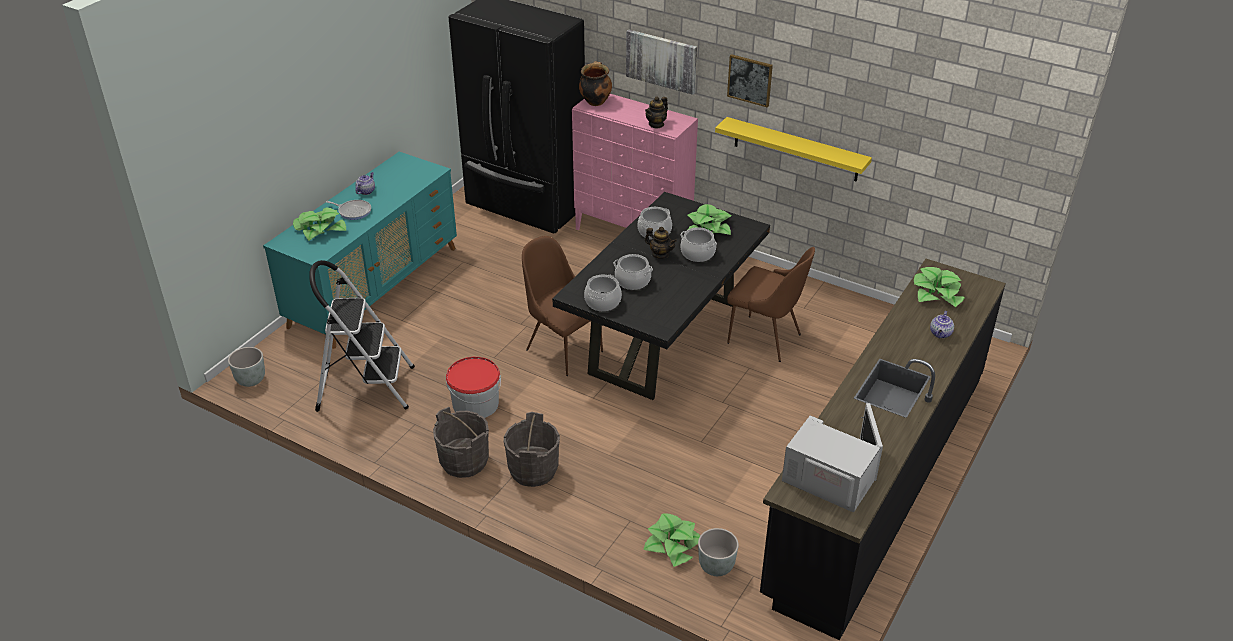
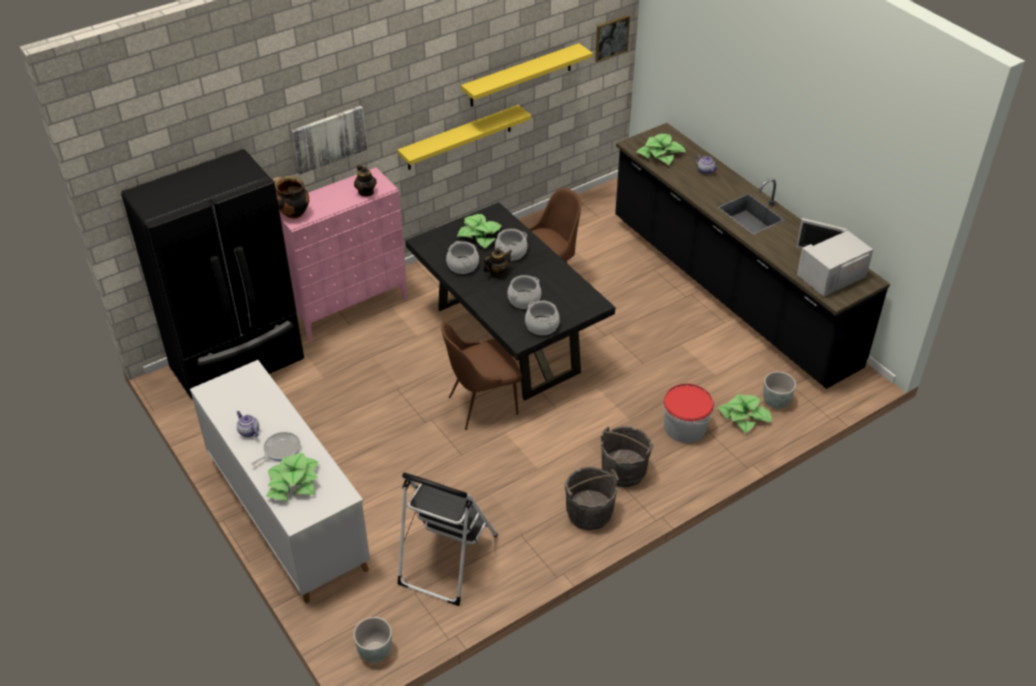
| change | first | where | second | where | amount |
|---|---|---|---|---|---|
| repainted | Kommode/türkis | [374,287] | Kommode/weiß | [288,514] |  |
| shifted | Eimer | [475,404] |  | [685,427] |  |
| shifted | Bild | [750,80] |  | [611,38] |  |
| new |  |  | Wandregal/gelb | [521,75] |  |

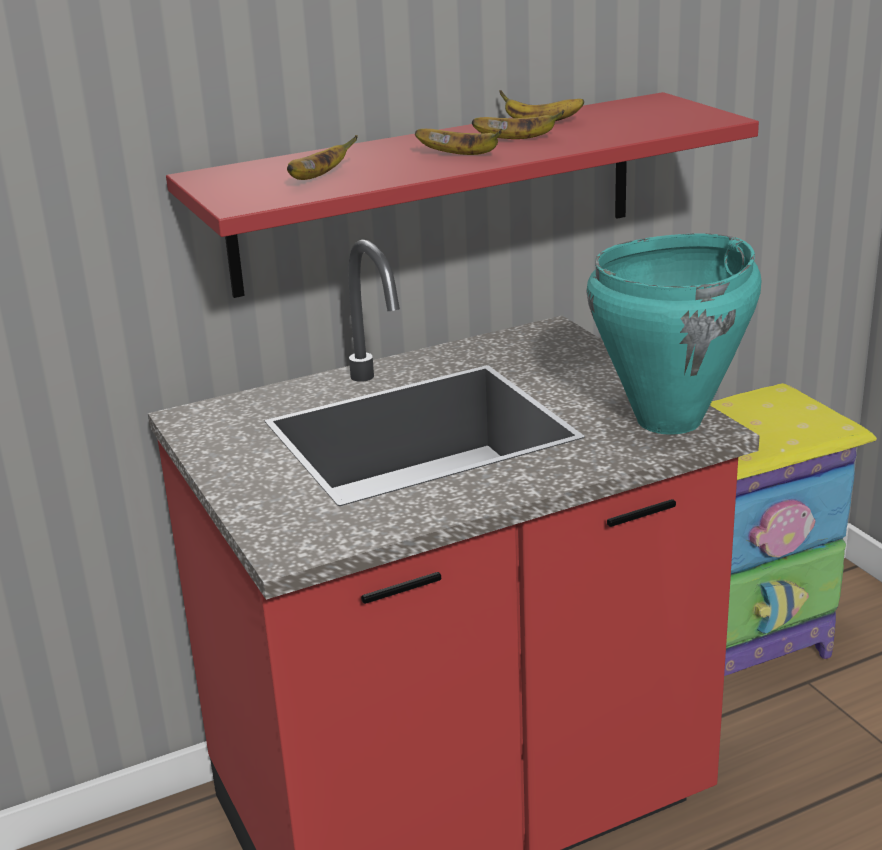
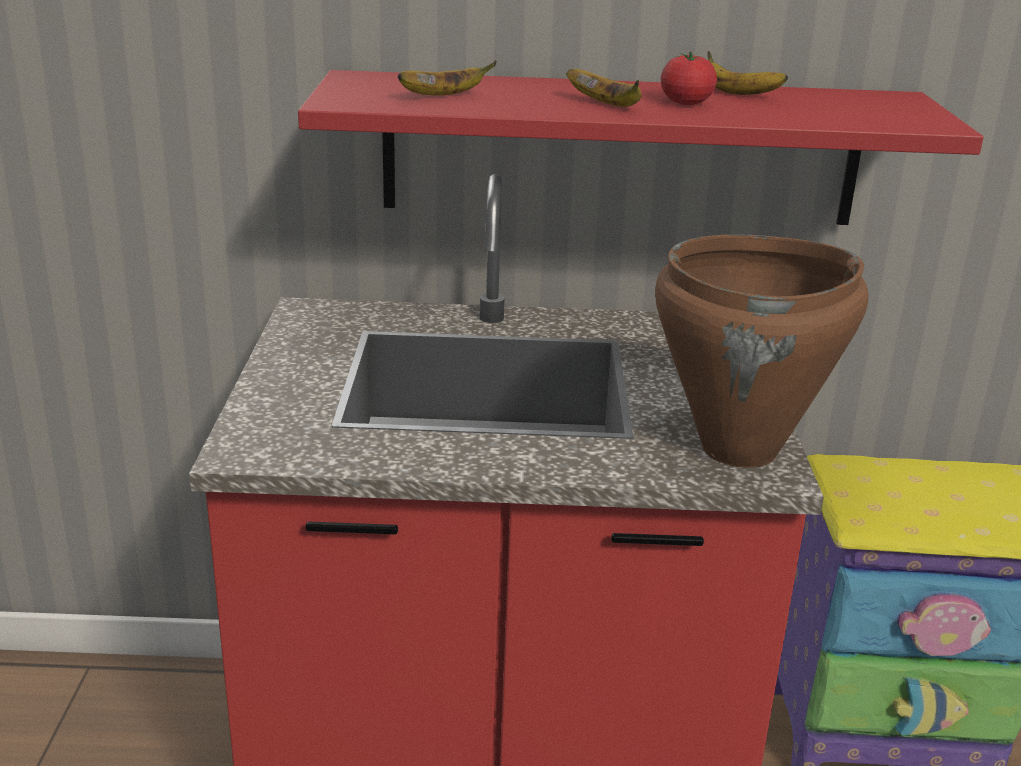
| change | first | where | second | where | amount |
|---|---|---|---|---|---|
| swapped | Banane | [517,140] | Tomate | [686,103] |  |
| repainted | Kochtopf/türkis | [670,420] | Kochtopf/braun | [740,450] |  |

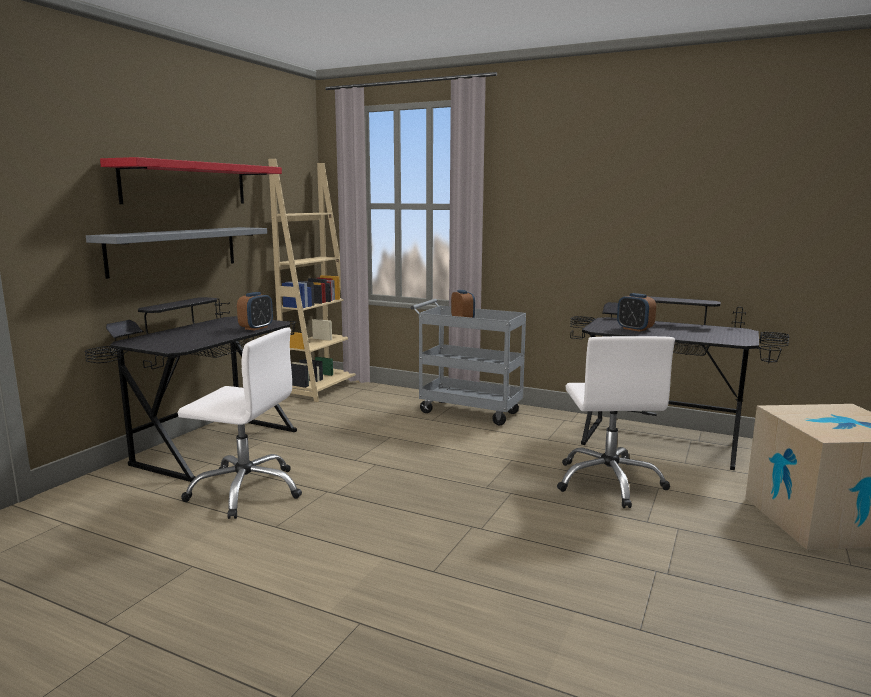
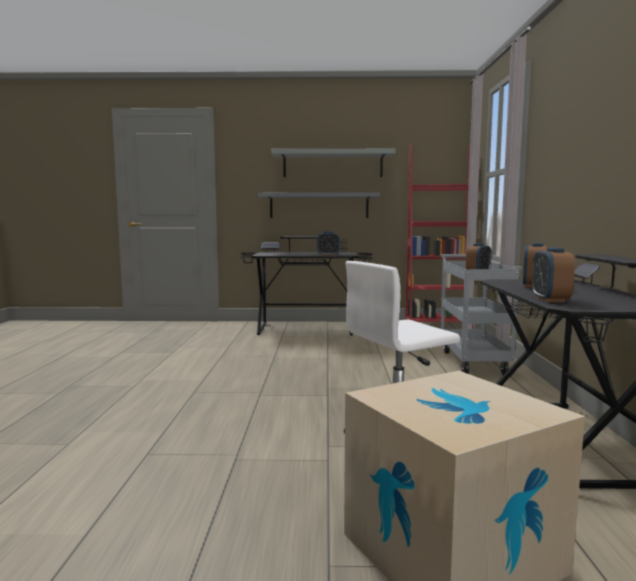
| change | first | where | second | where | amount |
|---|---|---|---|---|---|
| repainted | Wandregal/rot | [186,183] | Wandregal/grau | [332,164] |  |
| gone | Bürostuhl/weiß | [246,490] |  |  |  |
| repainted | Bücherregal/beige | [321,388] | Bücherregal/rot | [437,325] |  |
| new |  |  | Wecker | [550,299] |  |

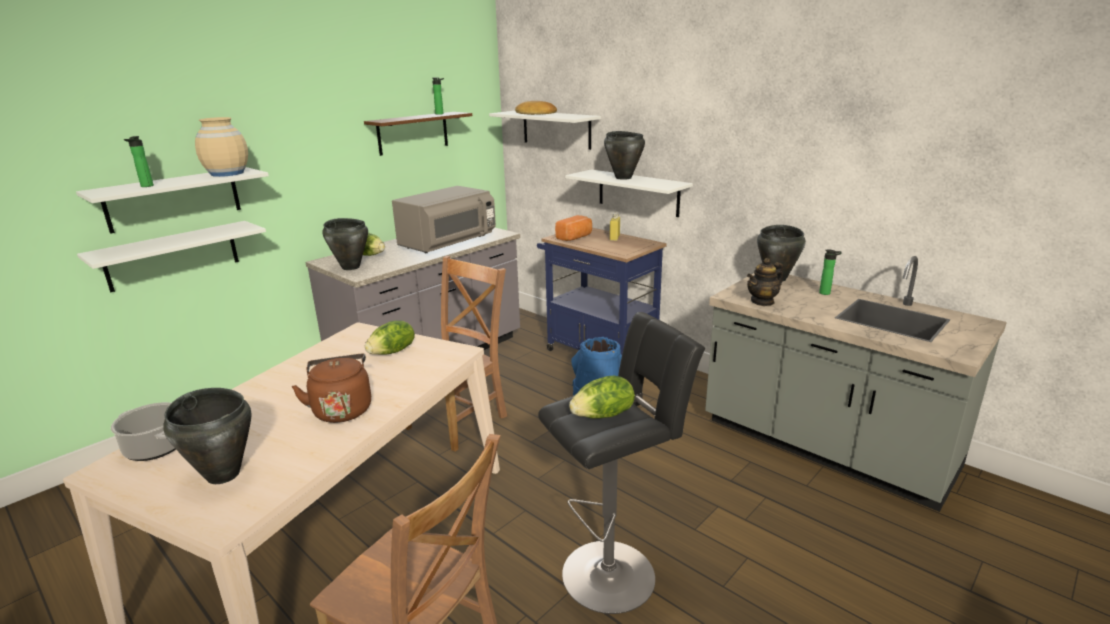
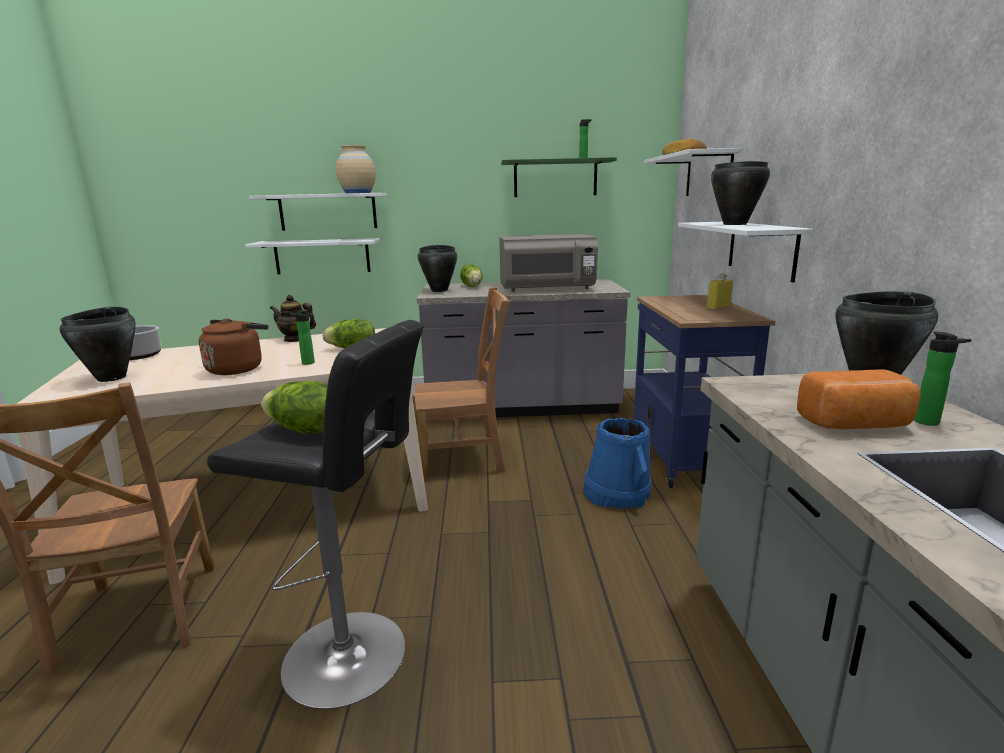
| change | first | where | second | where | amount |
|---|---|---|---|---|---|
| shifted | Flasche | [146,186] |  | [306,363] |  |
| repainted | Wandregal/braun | [413,133] | Wandregal/grün | [555,178] |  |
| shifted | Brot | [575,237] |  | [856,424] |  |
| shifted | Teekanne | [762,301] |  | [295,339] |  |

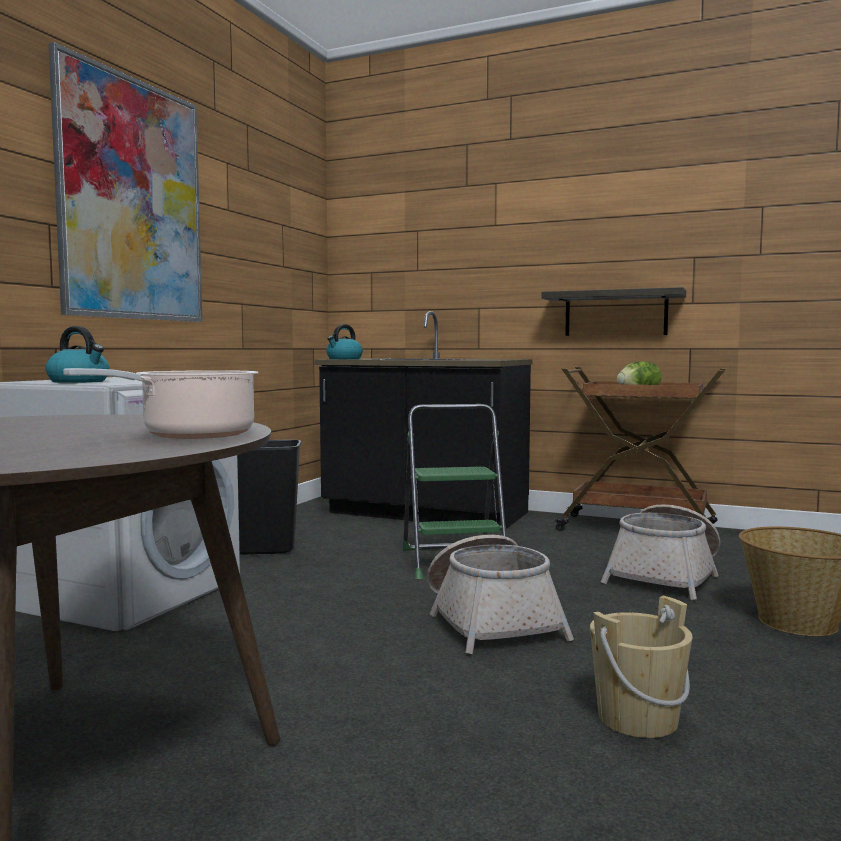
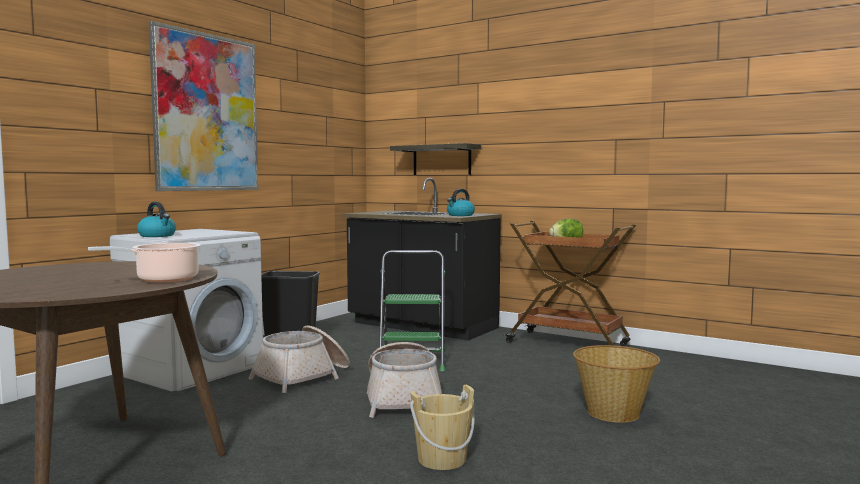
| change | first | where | second | where | amount |
|---|---|---|---|---|---|
| shifted | Wasserkessel | [344,359] |  | [460,215] |  |
| shifted | Wandregal | [615,314] |  | [441,160] |  |
| shifted | Korb | [665,576] |  | [304,376] |  |

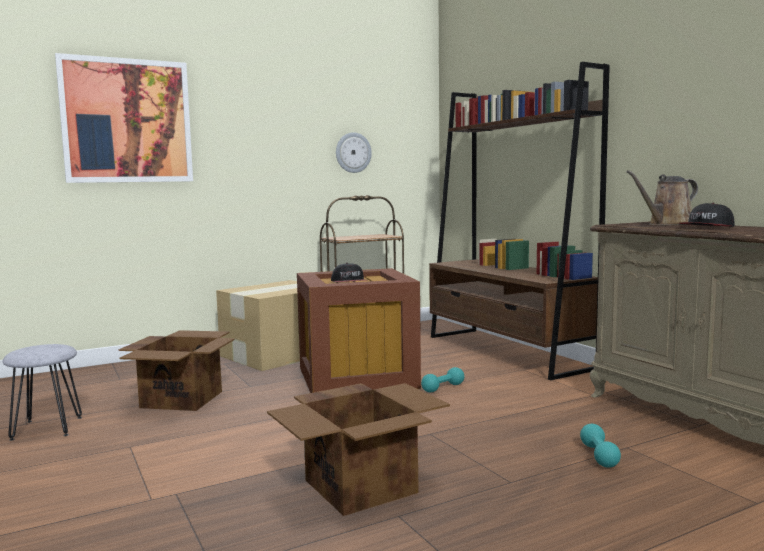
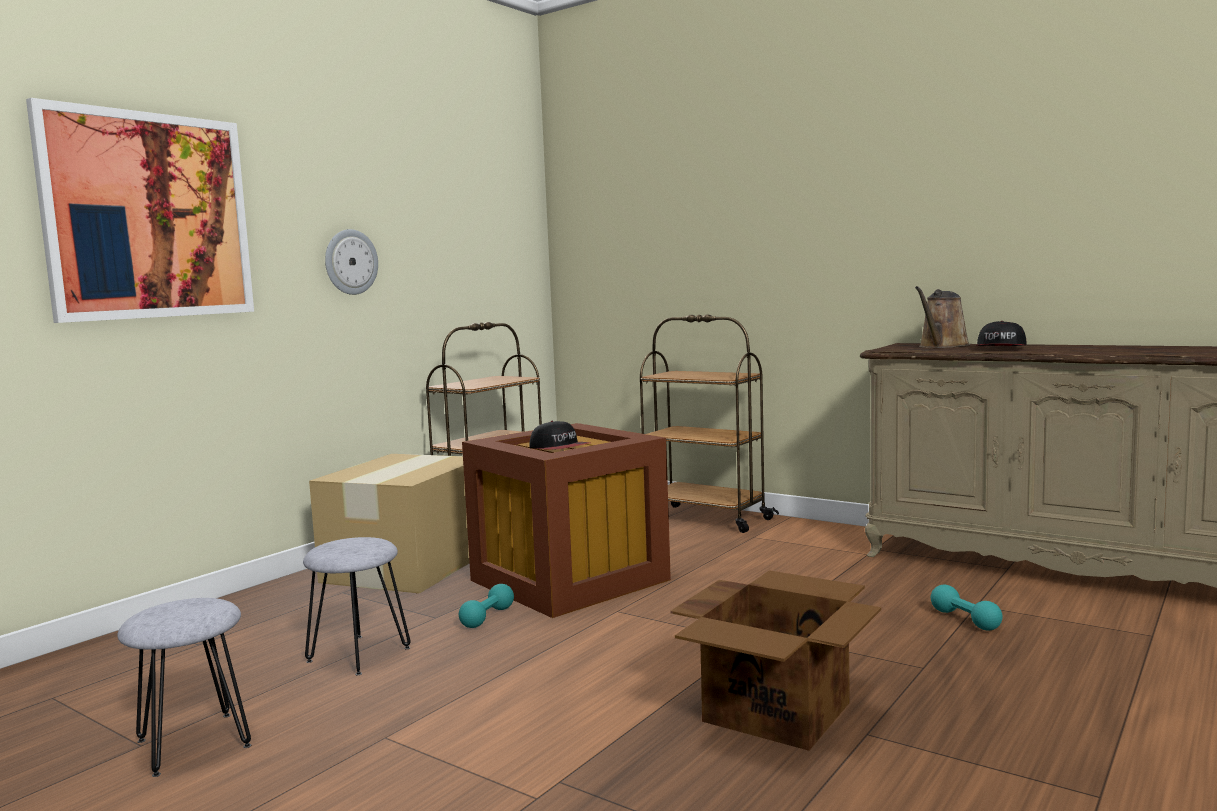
| change | first | where | second | where | amount |
|---|---|---|---|---|---|
| swapped | Karton | [183,399] | Hocker/grau | [359,654] |  |
| shifted | Wanduhr | [353,152] |  | [350,262] |  |
| shifted | Hantel/türkis | [443,388] |  | [487,617] |  |
| swapped | Bücherregal/braun | [507,352] | Rollwagen/braun | [705,518] |  |

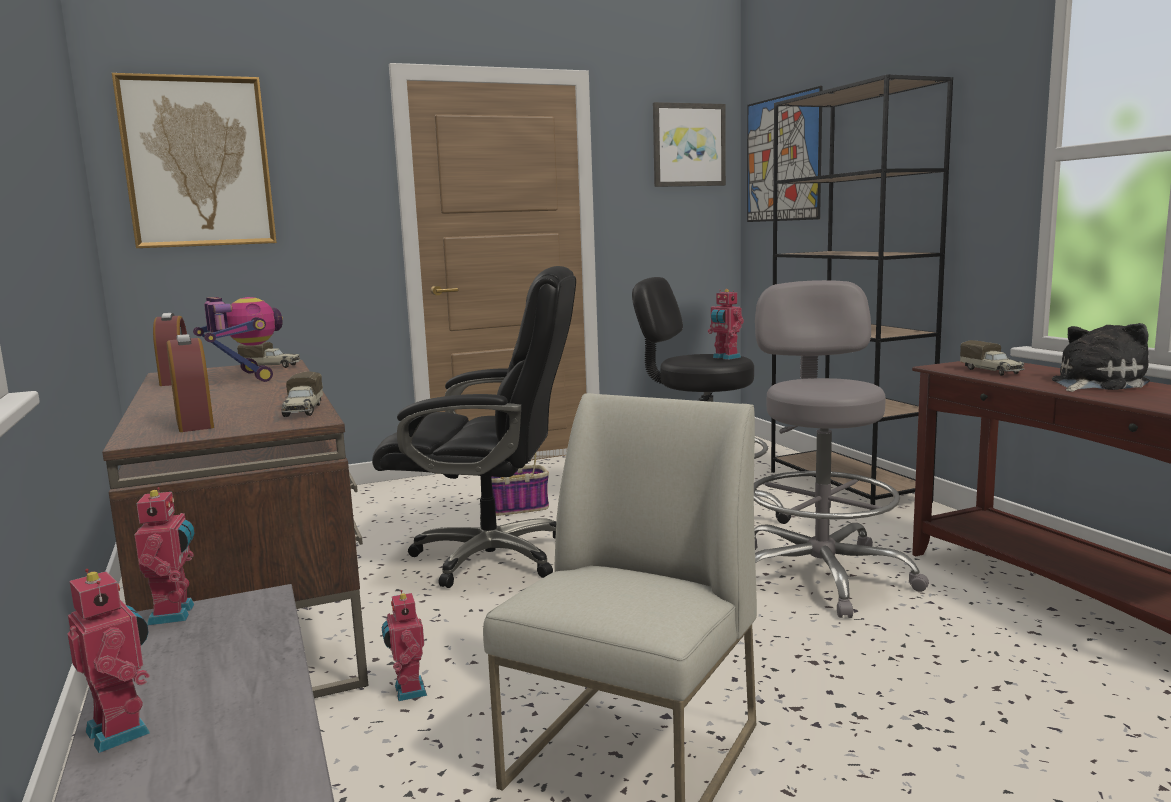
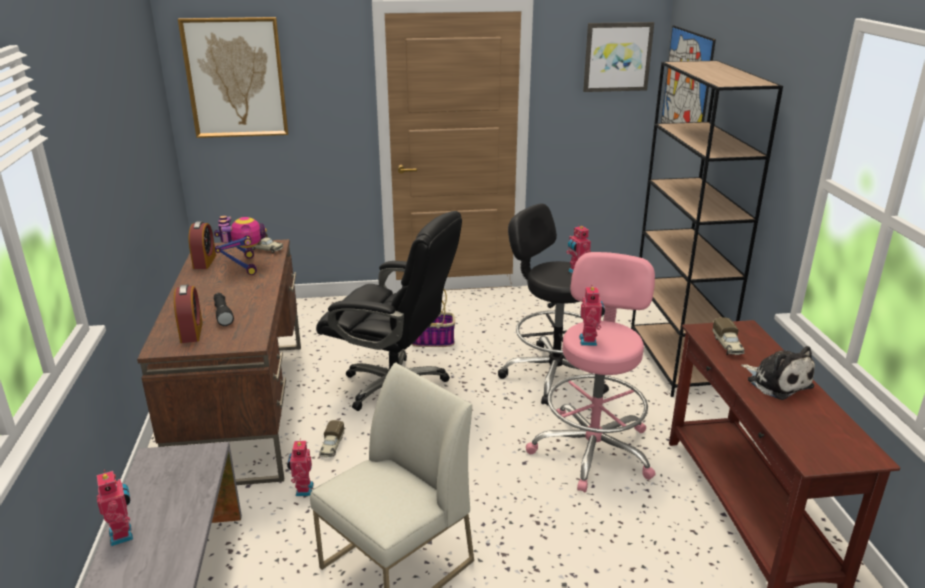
| change | first | where | second | where | amount |
|---|---|---|---|---|---|
| shifted | Spielzeugroboter | [175,614] |  | [589,341] |  |
| shifted | Spielzeuglaster | [303,410] |  | [331,446] |  |
| repainted | Hocker/grau | [820,574] | Hocker/rosa | [593,448] |  |
| rotated | Plüschtier | [1094,383] |  | [777,382] | 75 degrees clockwise |
| new |  |  | Taschenlampe/schwarz | [222,314] |  |

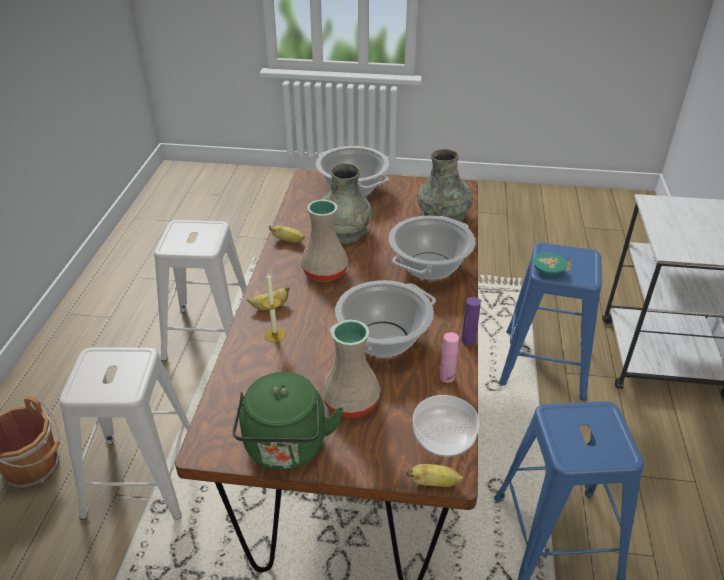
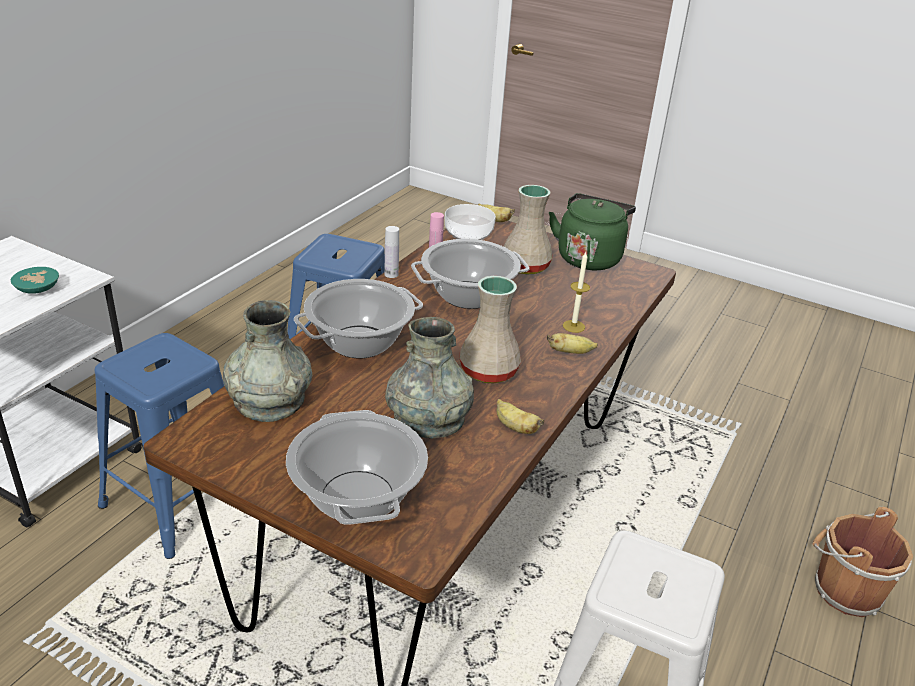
| change | first | where | second | where | amount |
|---|---|---|---|---|---|
| gone | Hocker/weiß | [142,477] |  |  |  |
| repainted | Flasche/lila | [468,340] | Flasche/weiß | [391,274] |  |
| shifted | Schüssel/türkis | [547,270] |  | [38,289] |  |

